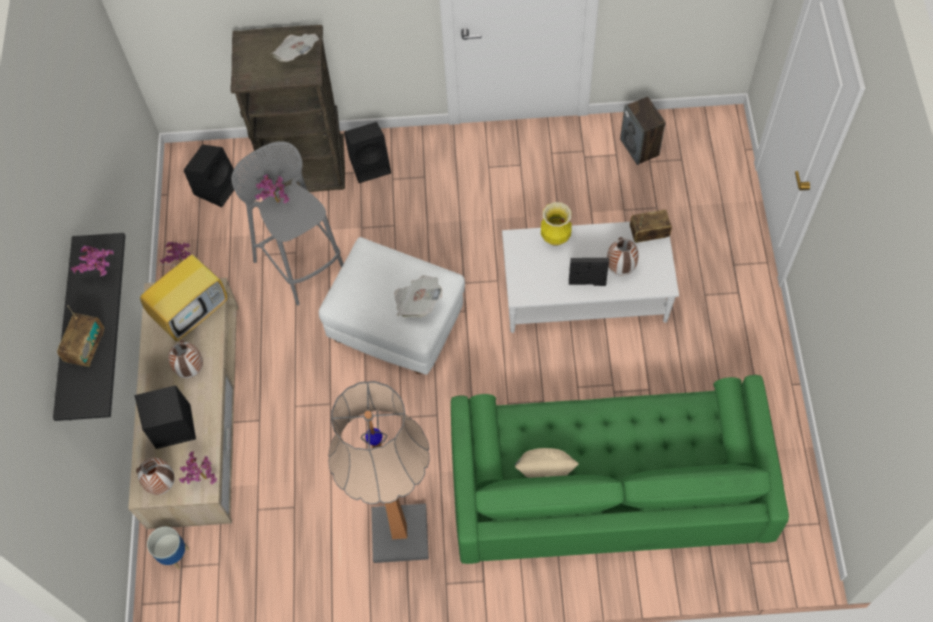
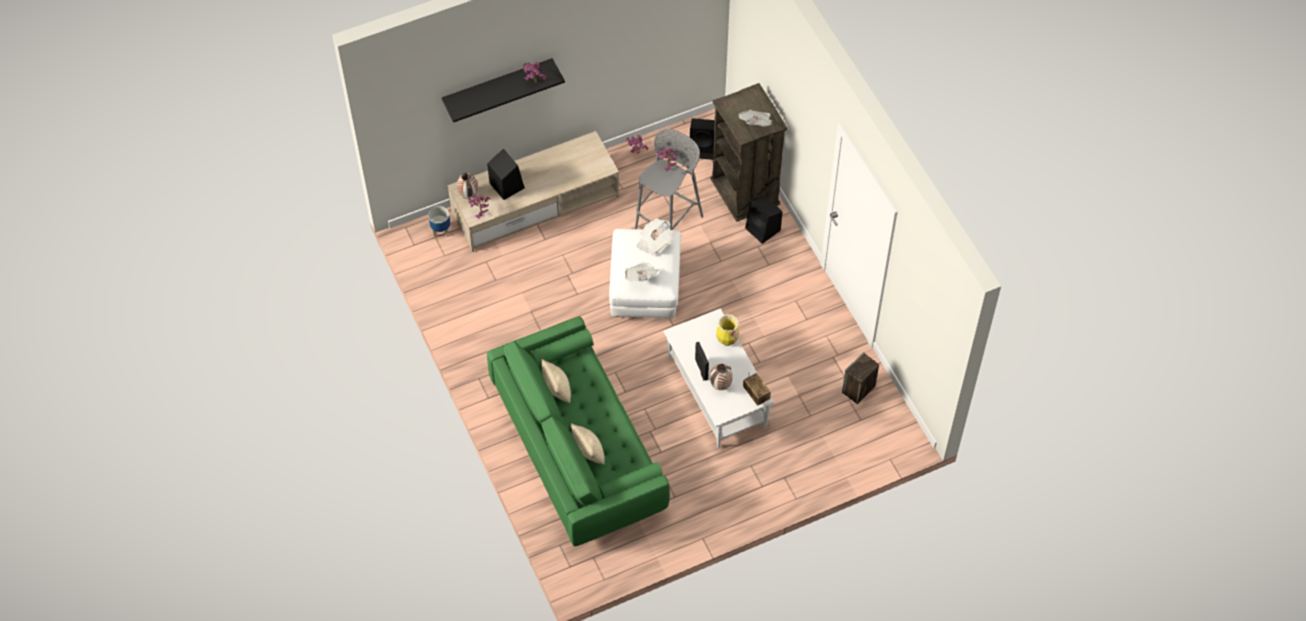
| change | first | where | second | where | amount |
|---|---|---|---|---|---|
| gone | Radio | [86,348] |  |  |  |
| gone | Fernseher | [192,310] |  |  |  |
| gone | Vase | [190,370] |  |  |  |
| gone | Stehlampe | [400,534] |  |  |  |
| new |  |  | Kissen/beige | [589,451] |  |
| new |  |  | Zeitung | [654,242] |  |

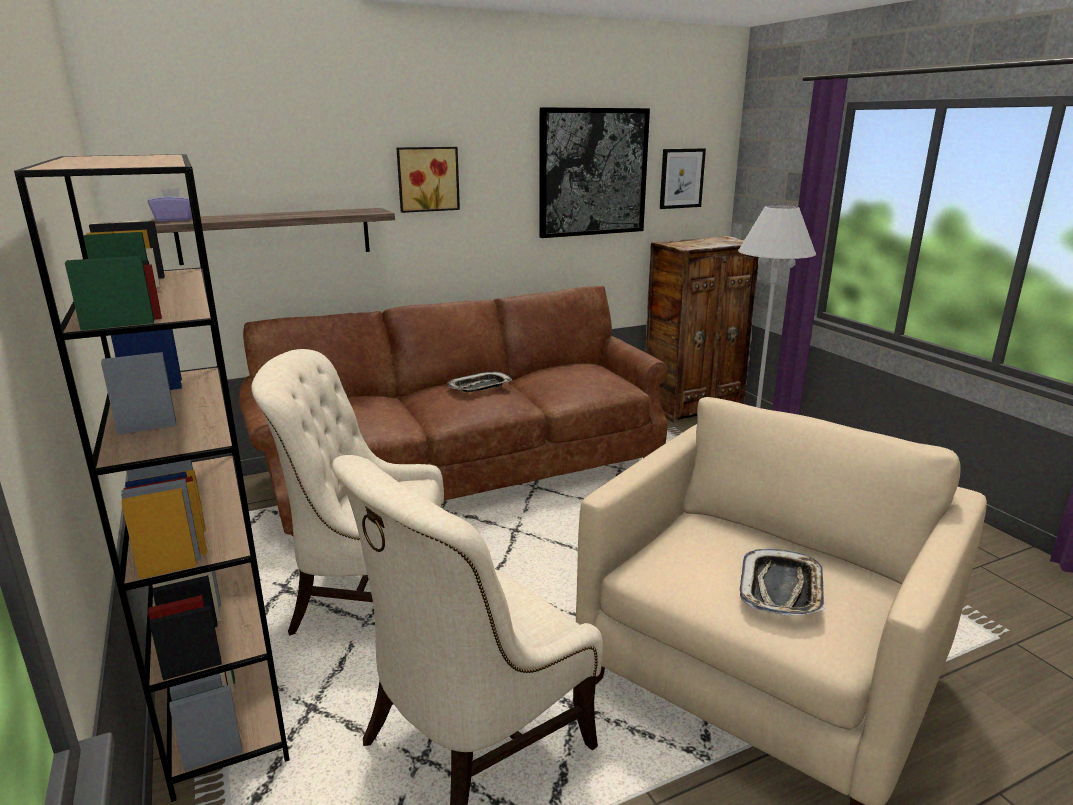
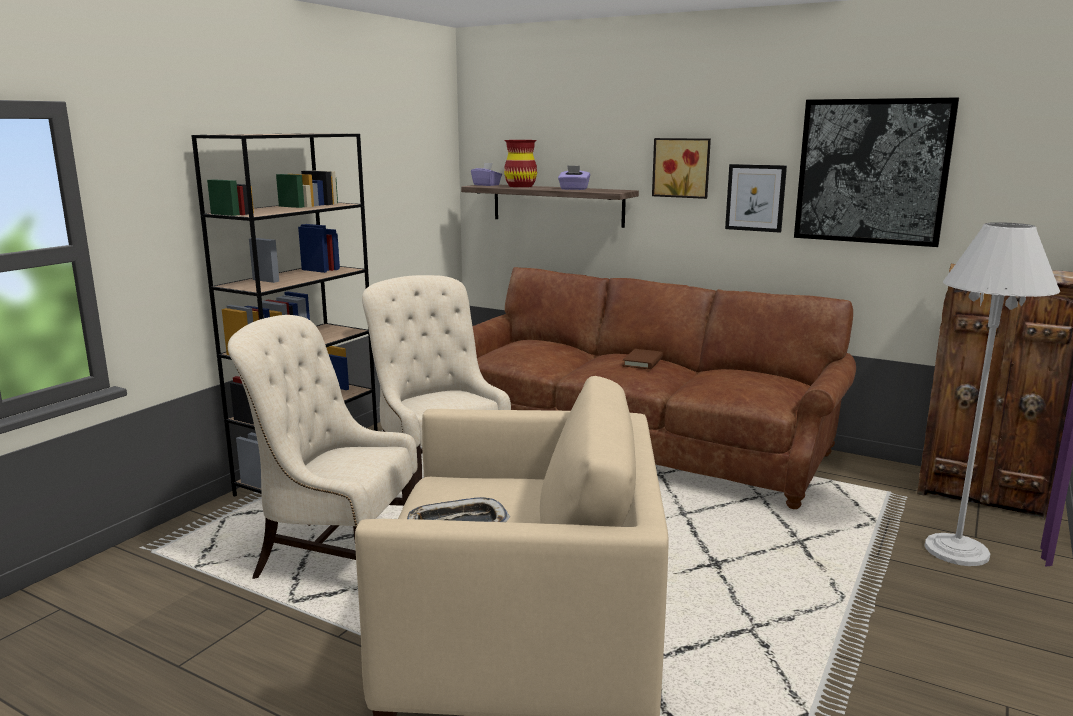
| change | first | where | second | where | amount |
|---|---|---|---|---|---|
| swapped | Tablett | [480,387] | Buch/braun | [643,362] |  |
| shifted | Bild | [681,178] |  | [755,198] |  |
| new |  |  | Vase/rot | [520,186] |  |
| new |  |  | Taschentuchbox/lila | [573,189] |  |

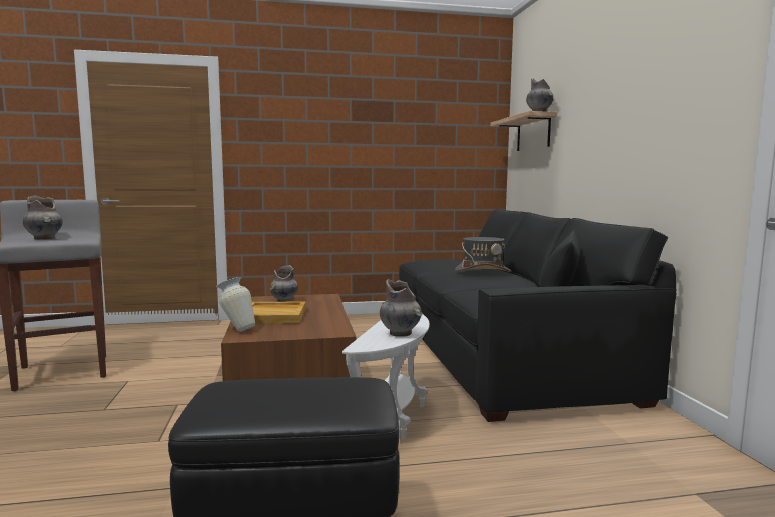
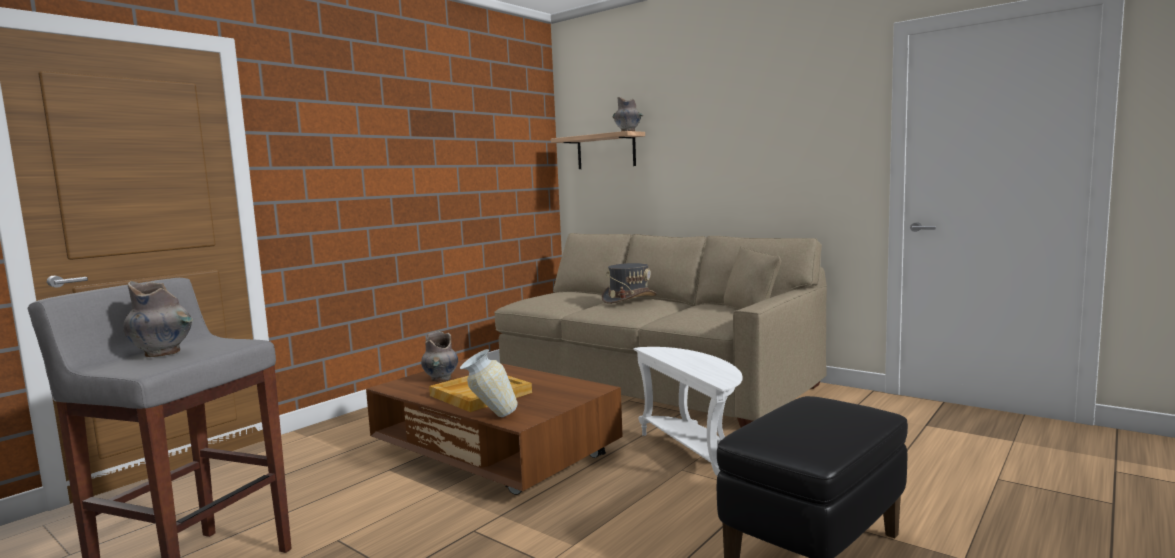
| change | first | where | second | where | amount |
|---|---|---|---|---|---|
| gone | Vase/grau | [401,334] |  |  |  |
| repainted | Sofa/schwarz | [500,354] | Sofa/beige | [653,381] |  |

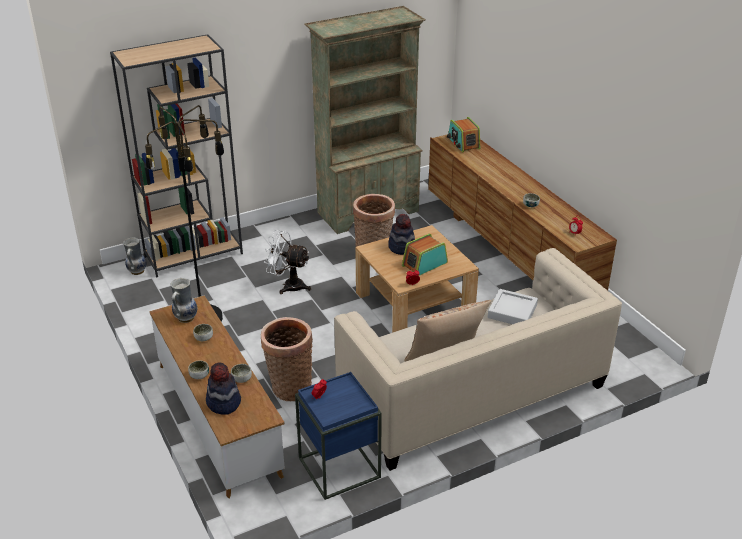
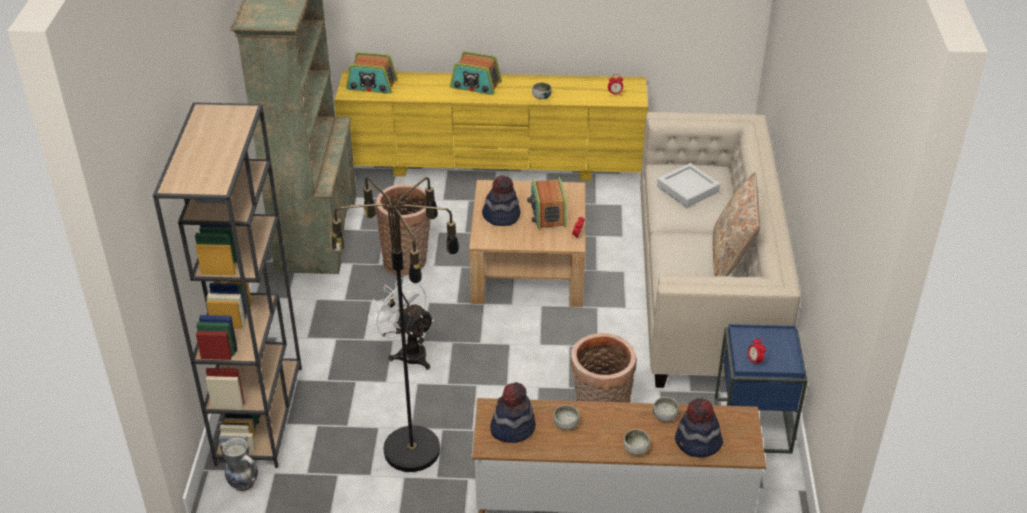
| change | first | where | second | where | amount |
|---|---|---|---|---|---|
| swapped | Vase | [185,318] | Hut | [512,428] |  |
| rotated | Ventilator/weiß | [288,285] |  | [408,352] | 90 degrees clockwise |
| repainted | Schrank/braun | [508,250] | Schrank/gelb | [493,167] |  |
| new |  |  | Radio | [475,85] |  |

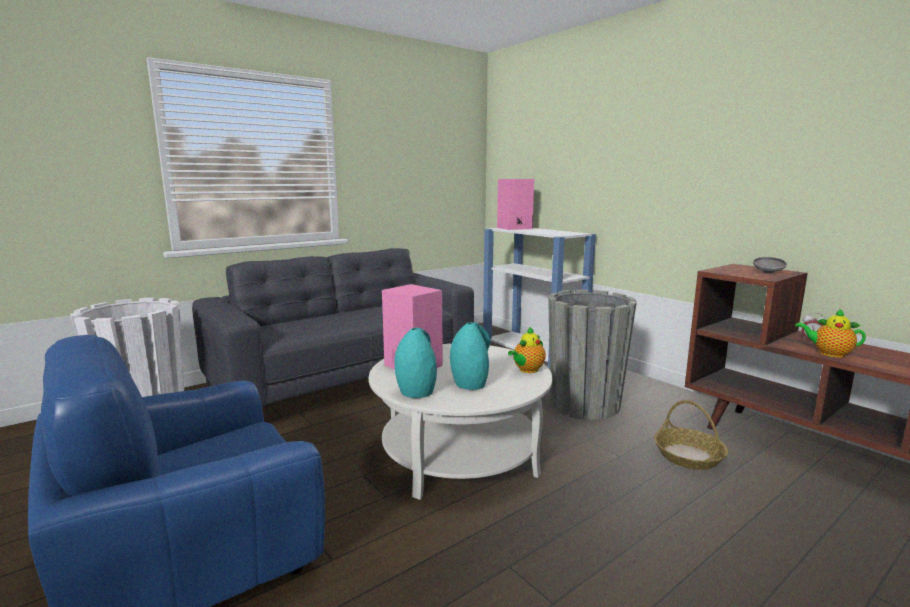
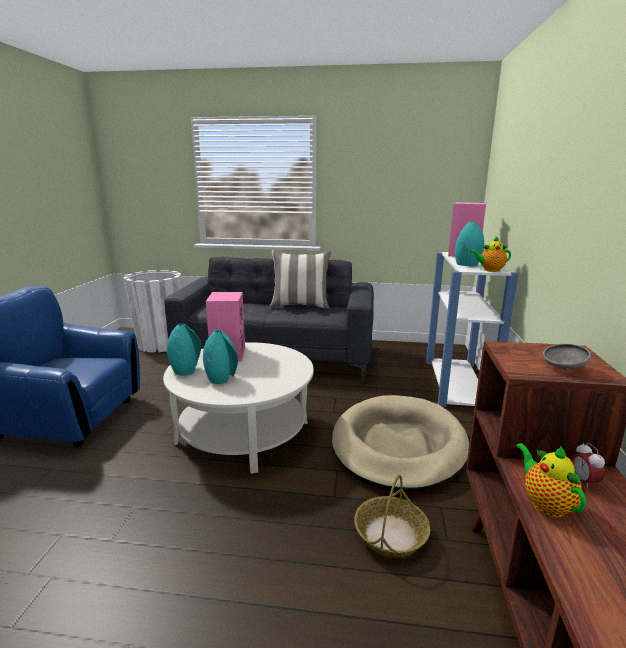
| change | first | where | second | where | amount |
|---|---|---|---|---|---|
| shifted | Teekanne | [527,370] |  | [489,270] |  |
| swapped | Pflanzkübel/grau | [584,404] | Hundebett/beige | [398,446] |  |
| new |  |  | Kissen | [300,306] |  |
| new |  |  | Vase/türkis | [467,265] |  |

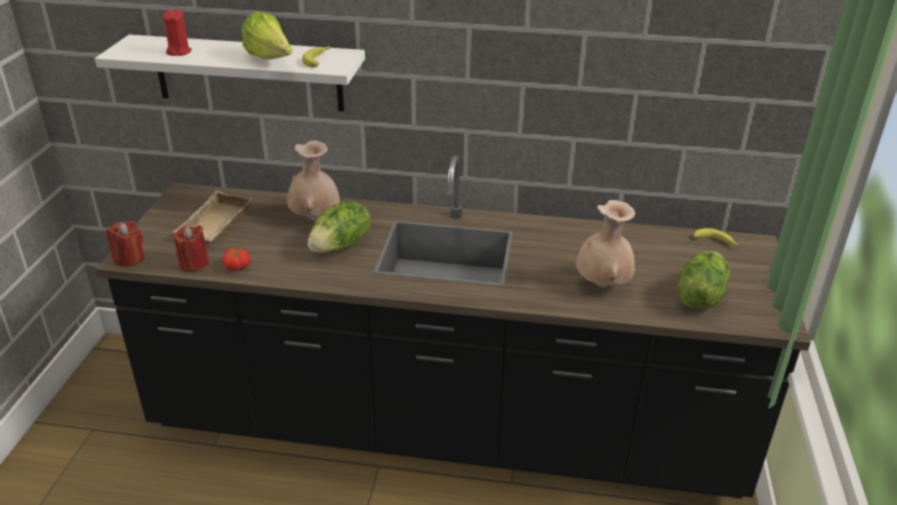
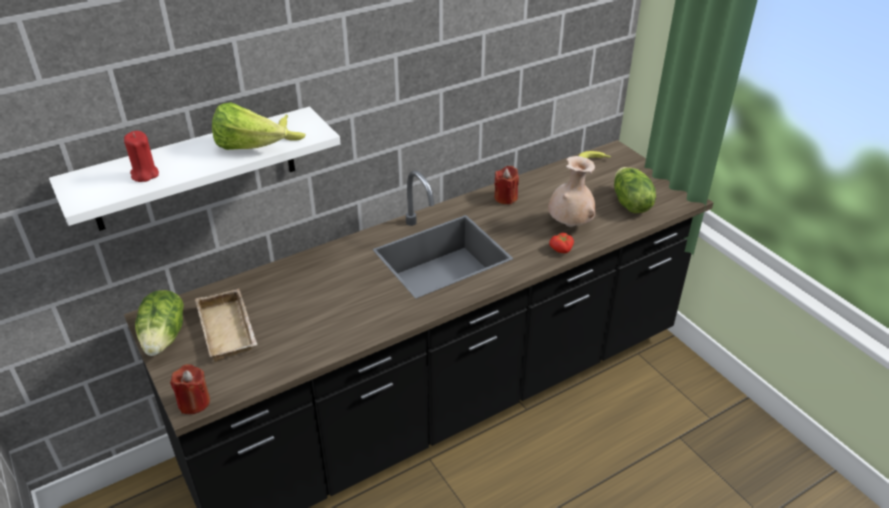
| change | first | where | second | where | amount |
|---|---|---|---|---|---|
| shifted | Kerze/rot | [194,263] |  | [505,198] |  |
| shifted | Tomate | [236,267] |  | [561,250] |  |
| gone | Vase/beige | [315,218] |  |  |  |
| shifted | Salatkopf | [341,246] |  | [165,337] |  |

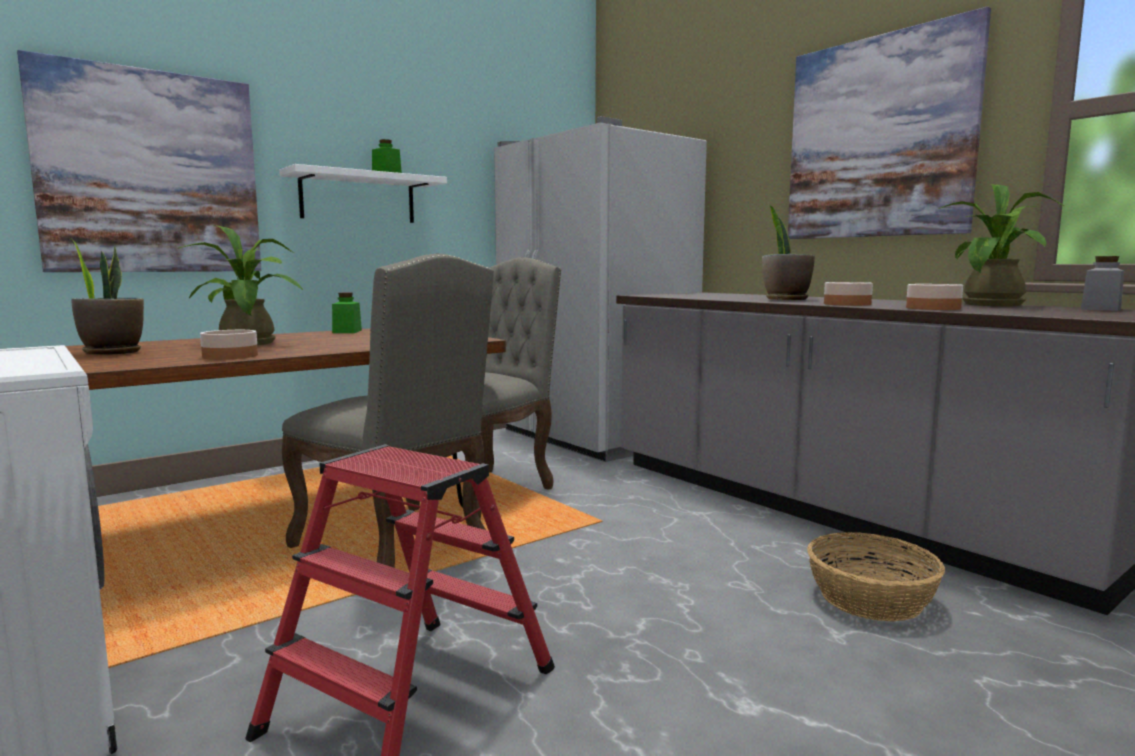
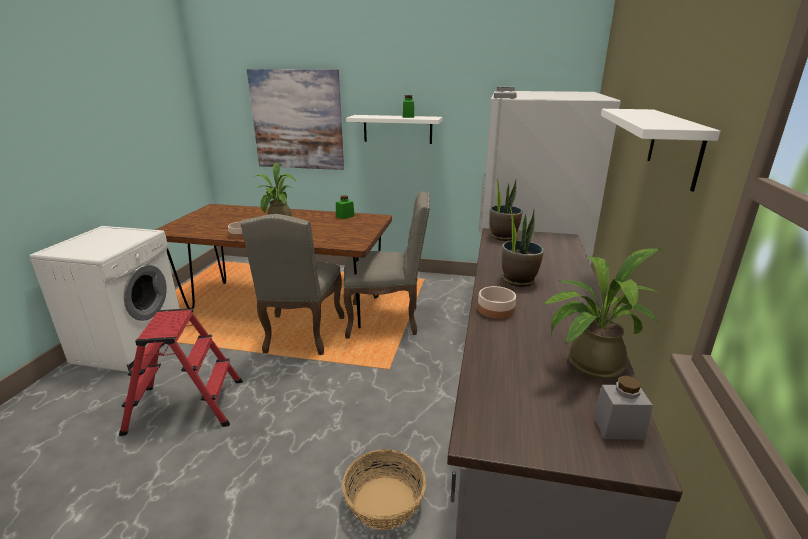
| change | first | where | second | where | amount |
|---|---|---|---|---|---|
| shifted | Topfpflanze | [112,352] |  | [503,236] |  |
| swapped | Bild | [878,138] | Wandregal/weiß | [674,146] |  |
| gone | Schüssel | [933,308] |  |  |  |

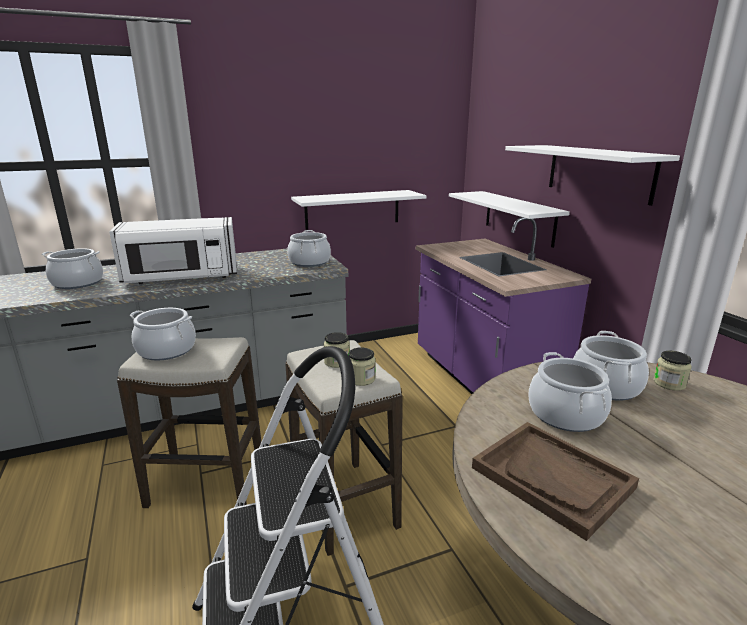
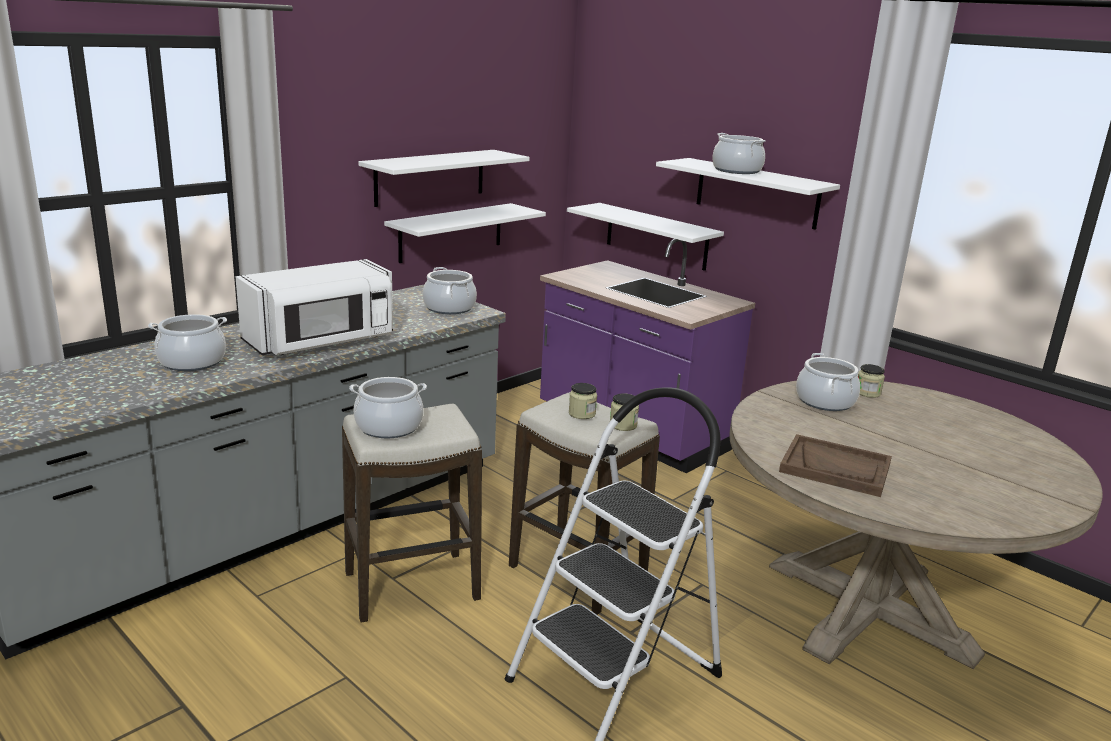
| change | first | where | second | where | amount |
|---|---|---|---|---|---|
| shifted | Kochtopf | [565,414] |  | [736,170] |  |
| new |  |  | Wandregal/weiß | [430,177] |  |

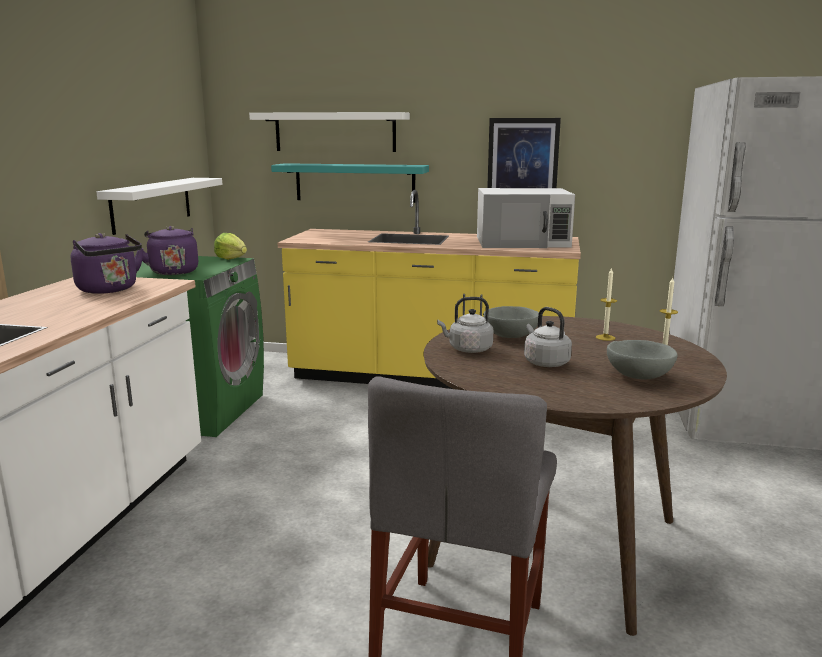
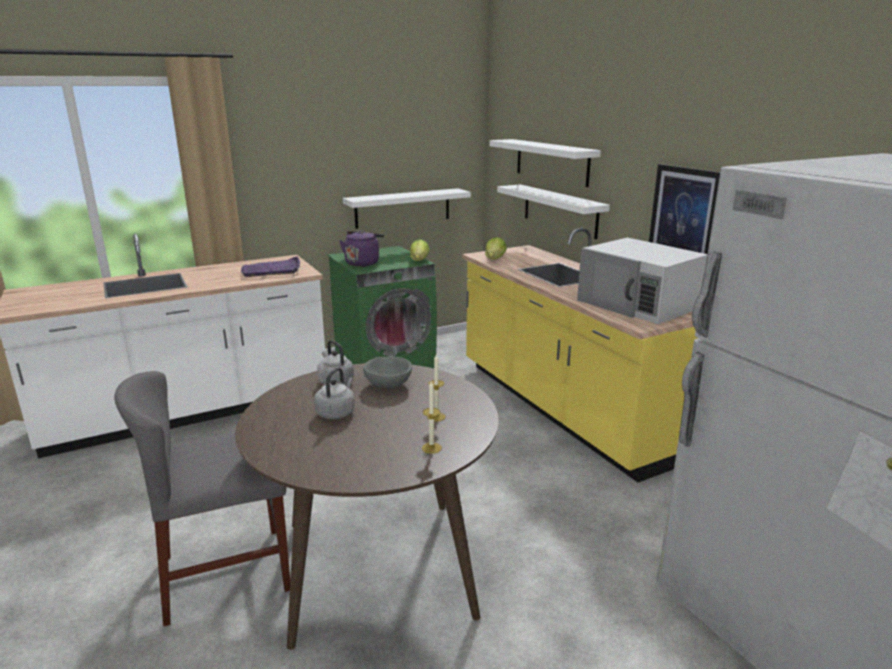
| change | first | where | second | where | amount |
|---|---|---|---|---|---|
| swapped | Wasserkessel/lila | [110,290] | Tablett/lila | [272,270] |  |
| repainted | Wandregal/türkis | [355,182] | Wandregal/weiß | [560,210] |  |
| gone | Schüssel/grau | [639,376] |  |  |  |
| new |  |  | Salatkopf | [494,259] |  |

